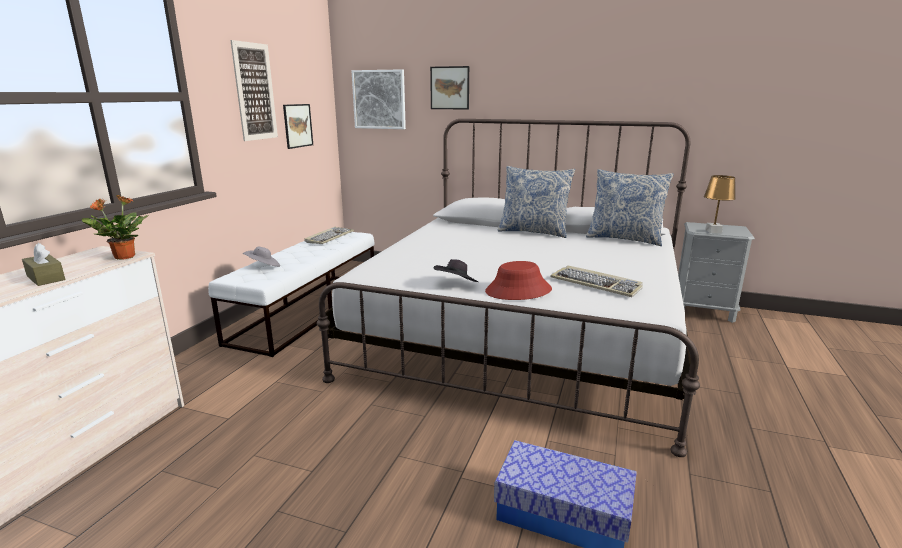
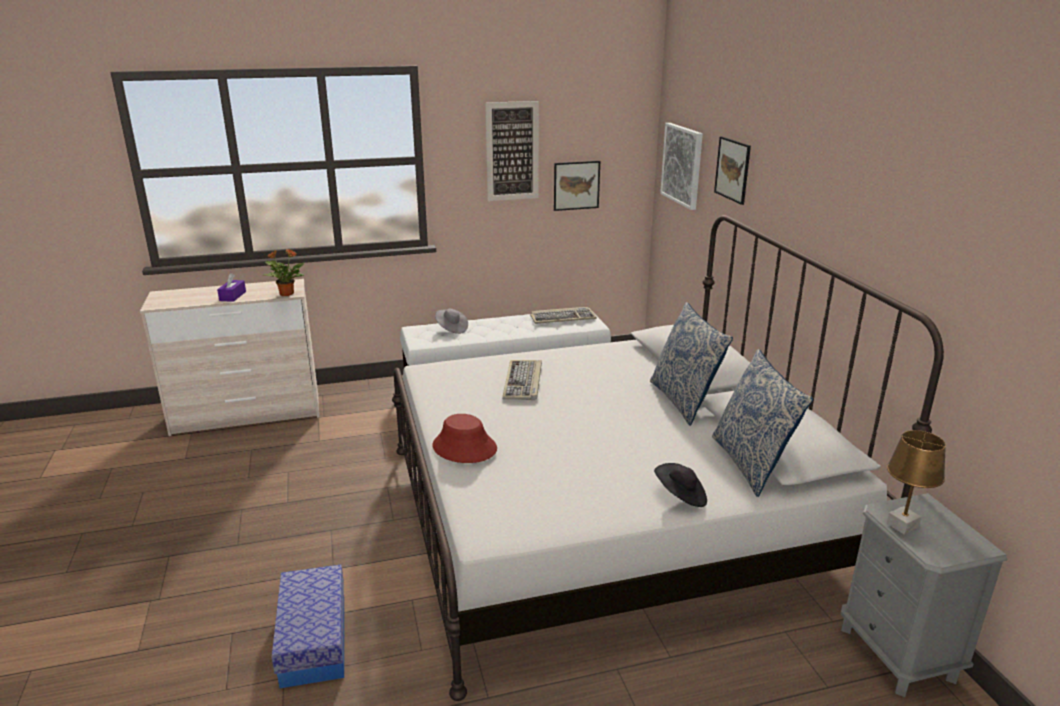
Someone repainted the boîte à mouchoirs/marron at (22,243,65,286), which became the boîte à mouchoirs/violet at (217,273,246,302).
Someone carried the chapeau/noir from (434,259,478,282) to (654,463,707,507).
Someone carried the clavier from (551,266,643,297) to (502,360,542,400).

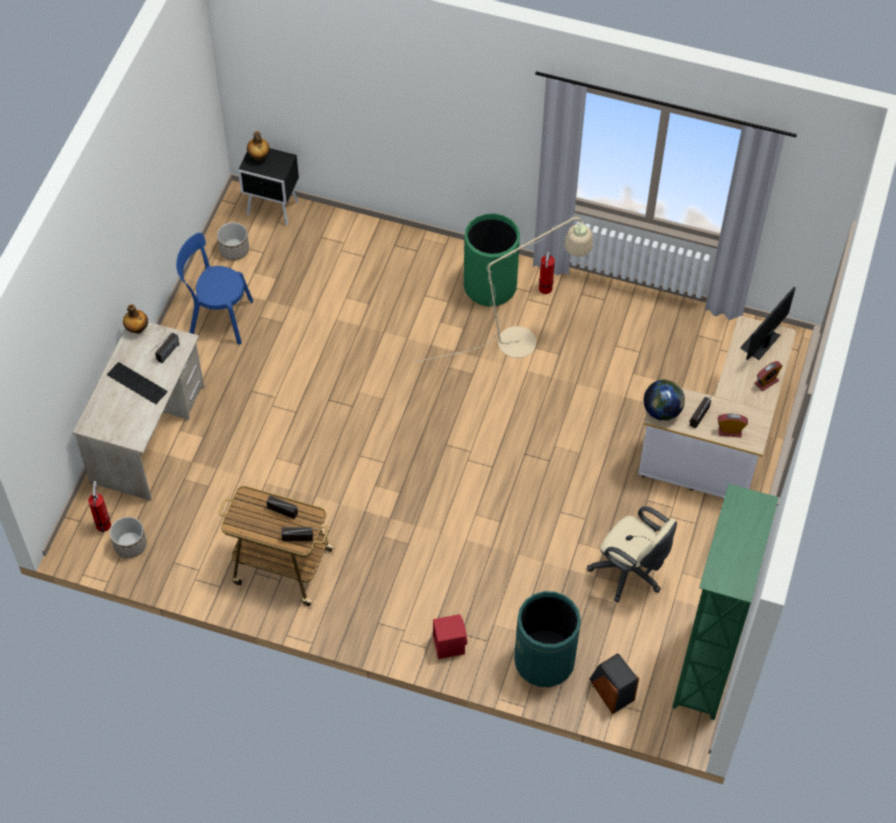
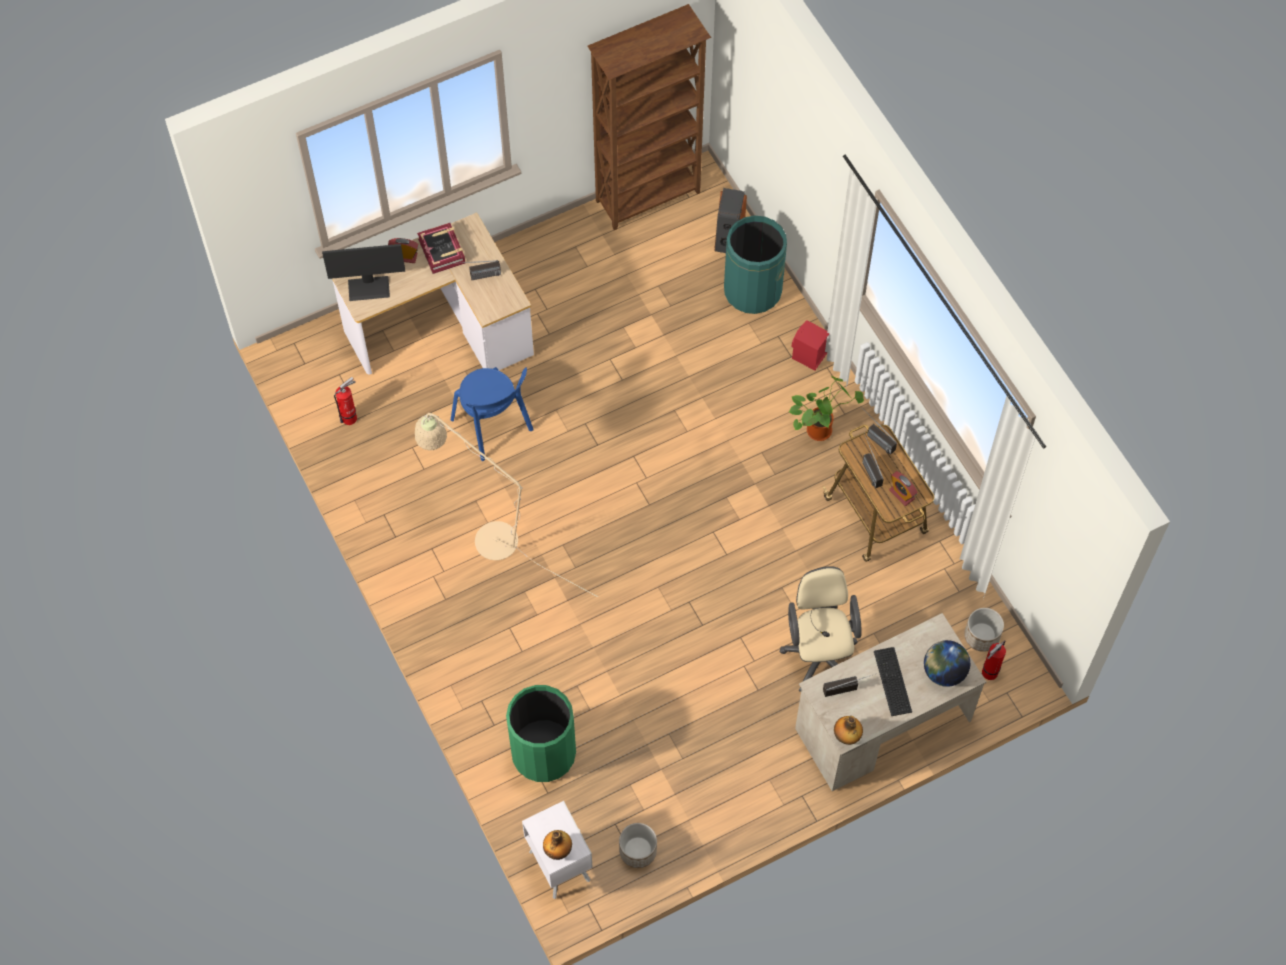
Someone carried the chaise/bleu from (176,233,253,345) to (451,367,534,461).
Someone repainted the table de chevet/noir at (238,148,299,225), which became the table de chevet/blanc at (522,801,593,899).
Someone carried the poubelle/vert from (464,213,520,306) to (506,685,576,782).
Someone carried the extincteur from (539,250,555,294) to (334,377,357,425).
Someone carried the chaise de bureau/beige from (587,506,677,602) to (780,566,862,692).
Someone carried the globe from (644,380,685,421) to (924,640,970,687).
Someone repainted the bibliothèque/vert at (672,484,779,720), which became the bibliothèque/marron at (587,4,711,230).
Someone carried the réveil from (718,414,748,437) to (889,471,918,506).
Someone put down the livre at (417,223,465,274).
Someone put down the plante en pot at (789,376,864,441).

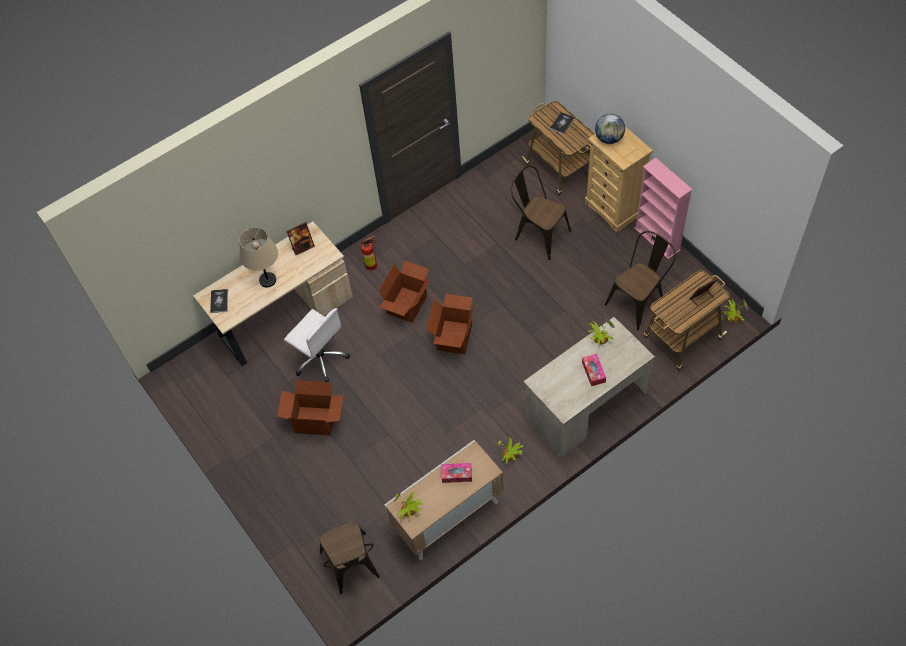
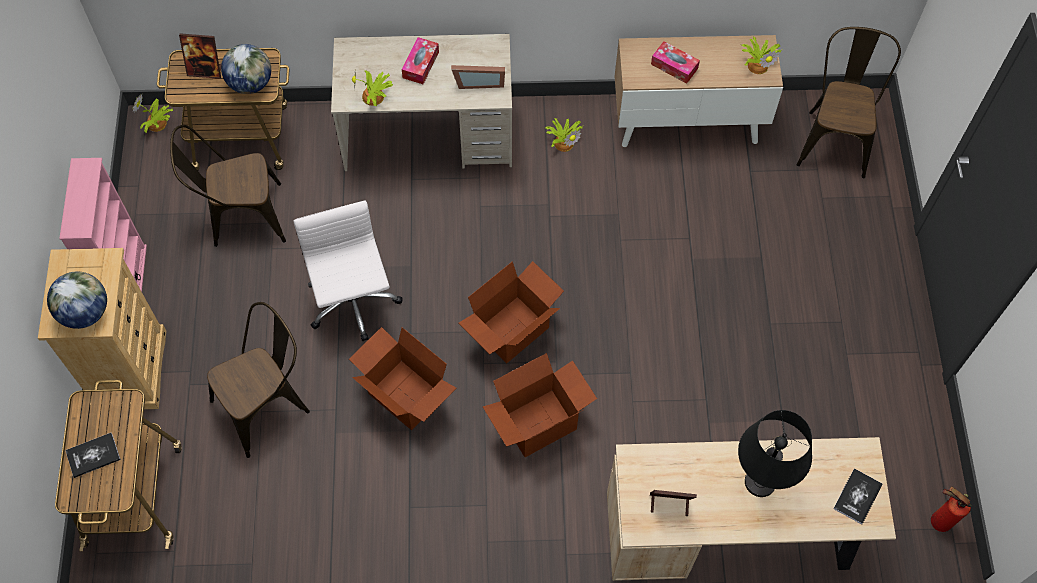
Someone repainted the lampe de table/beige at (239,228,278,287), which became the lampe de table/noir at (738,410,812,497).
Someone carried the carton from (277,380,344,436) to (349,327,456,430).
Someone carried the chaise de bureau/blanc from (284,308,350,382) to (294,201,403,341).
Someone carried the extincteur from (361,235,378,270) to (931,486,972,532).
Someone rotated the chaise/marron at (510,166,571,260) by 105 degrees counterclockwise.
Someone put down the globe at (221,44,271,94).
Someone put down the cadre photo at (451,65,505,89).

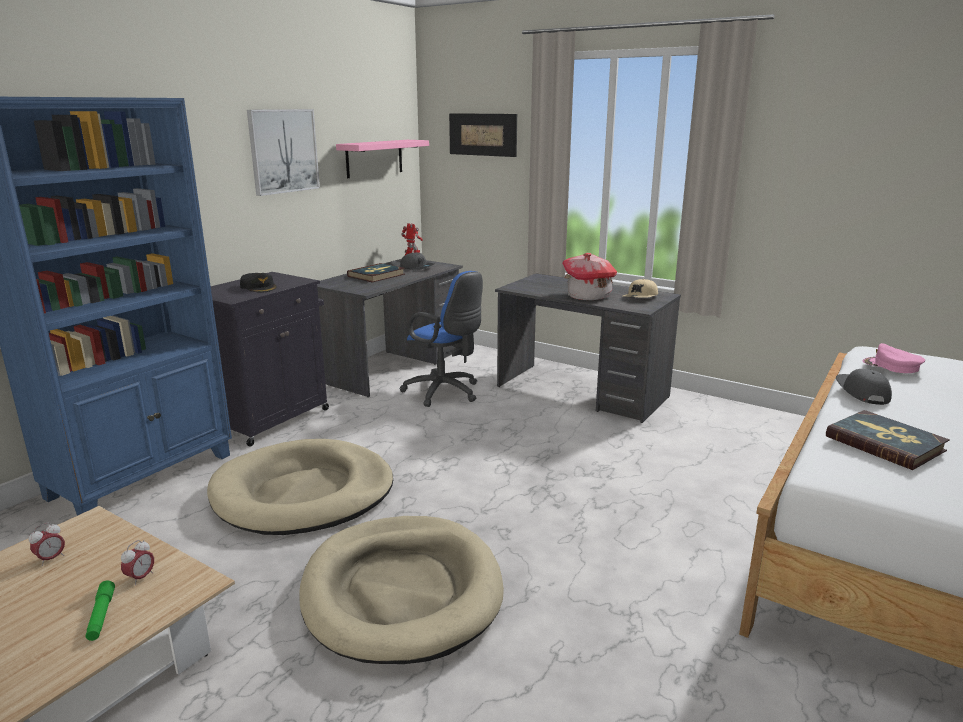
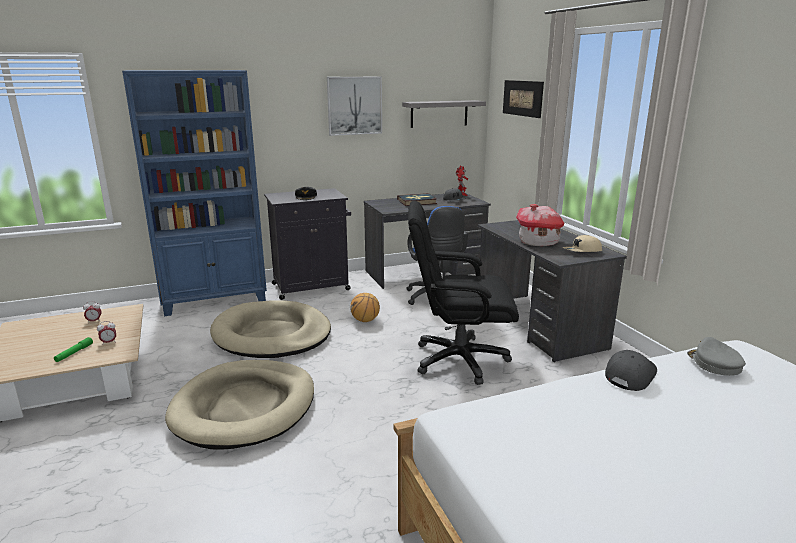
Someone repainted the étagère/rose at (336,140,429,178), which became the étagère/gris at (402,100,486,128).
Someone took away the livre at (826,410,950,470).
Someone repainted the casquette/rose at (862,343,925,373), which became the casquette/gris at (687,337,746,376).
Someone put down the ballon de basket at (350,293,380,322).
Someone put down the chaise de bureau/noir at (408,200,519,385).

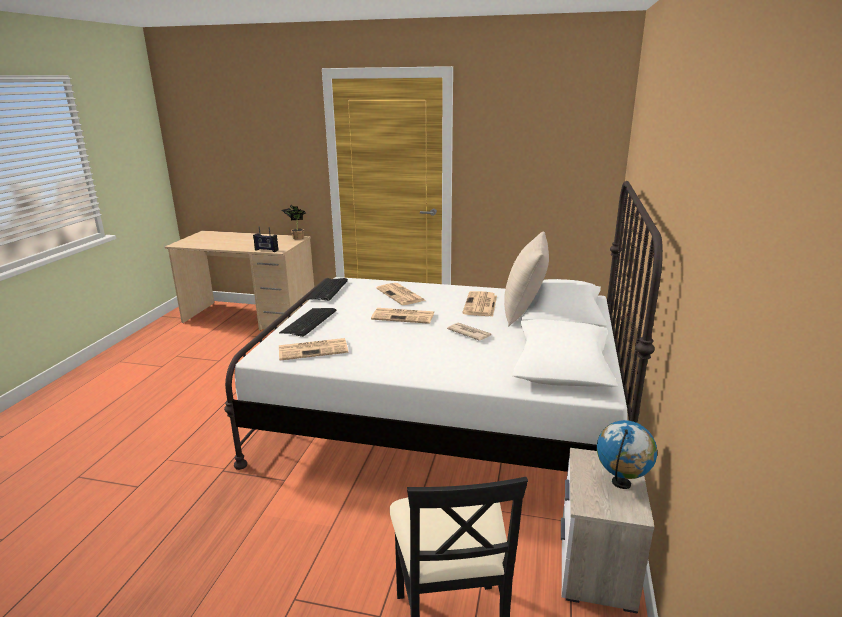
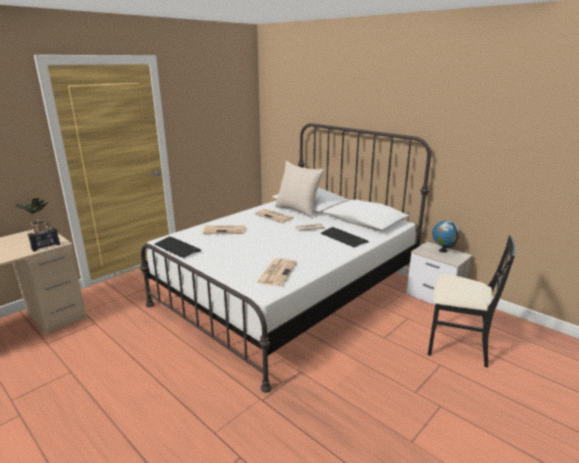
Someone carried the clavier from (279,308,336,337) to (320,227,369,248).
Someone took away the journal at (371,308,434,324).

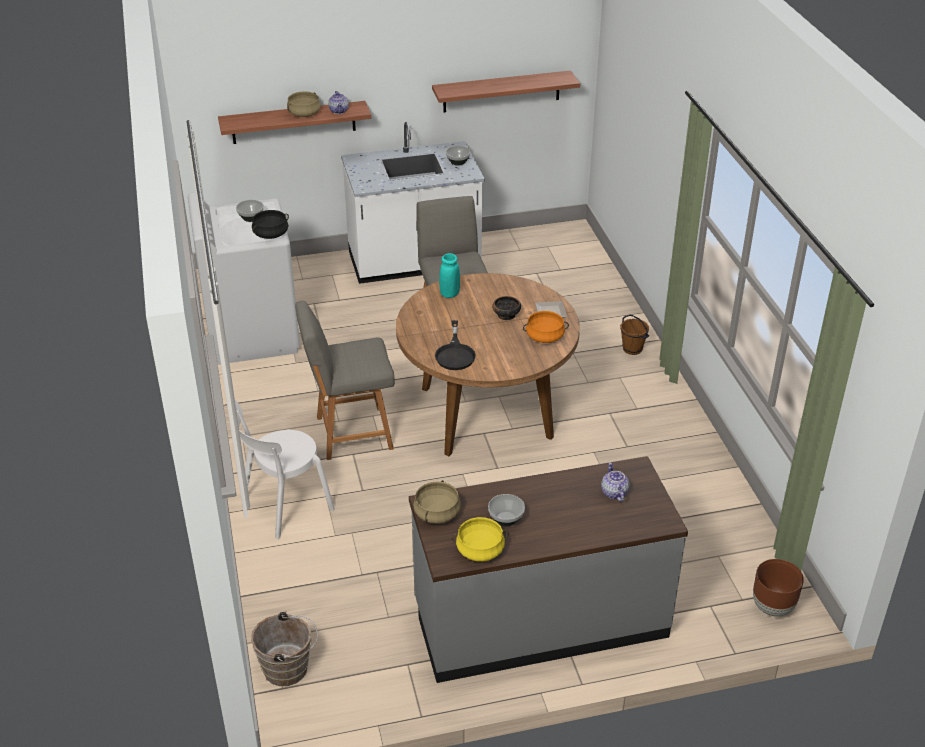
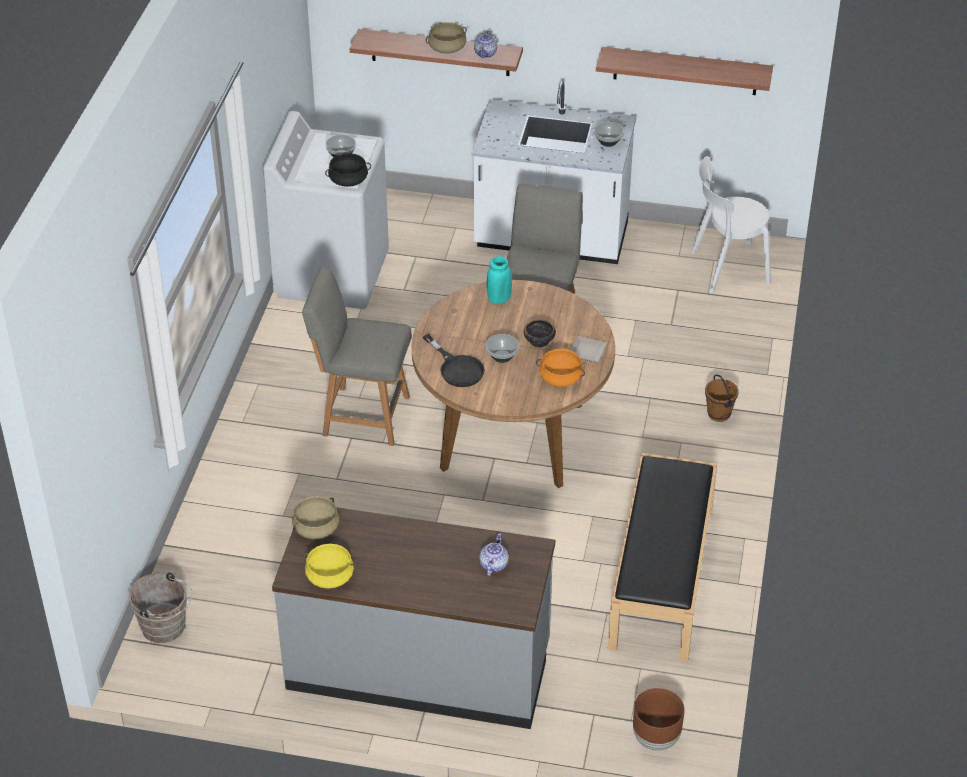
Someone carried the chaise/blanc from (235,400,335,539) to (691,156,771,293).
Someone rotated the poêle/noir at (435,320,476,370) by 60 degrees counterclockwise.
Someone carried the bol from (488,494,525,526) to (486,334,519,363).
Someone put down the banc/noir at (608,453,717,662).

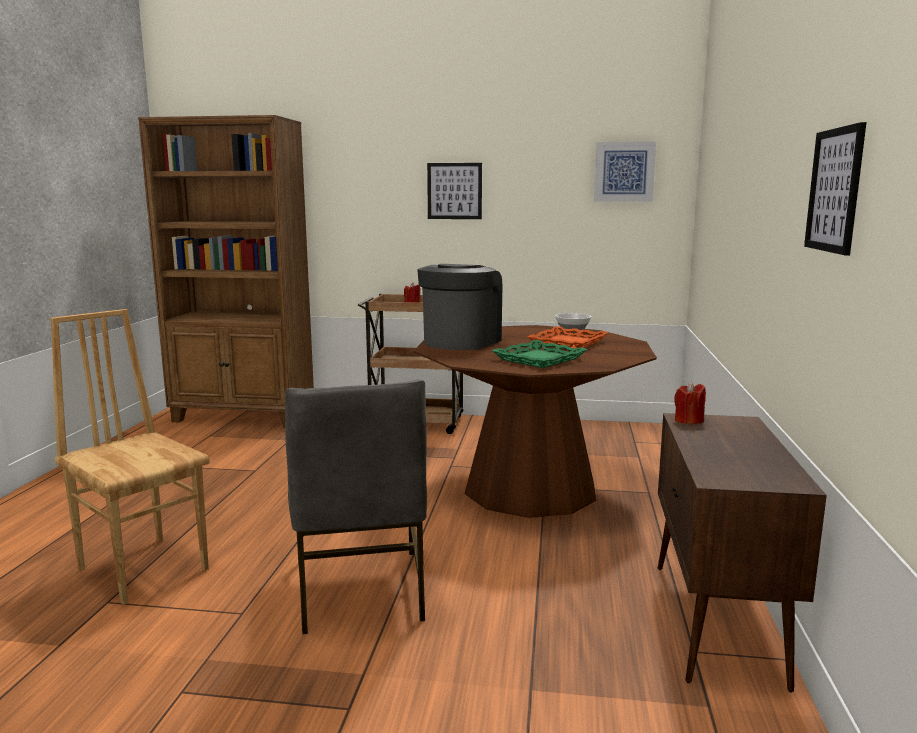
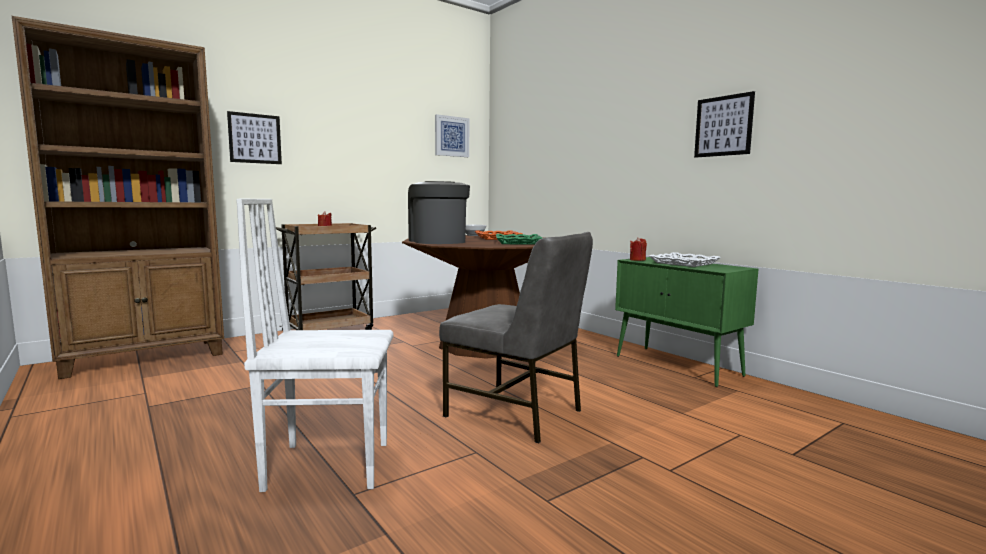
Someone repainted the chaise/marron at (51,309,210,605), which became the chaise/blanc at (236,199,393,492).
Someone carried the tableau from (427,163,482,219) to (227,111,282,164).
Someone repainted the meuble de rangement/marron at (658,413,827,693), which became the meuble de rangement/vert at (615,257,759,387).
Someone put down the plateau/blanc at (649,252,721,267).

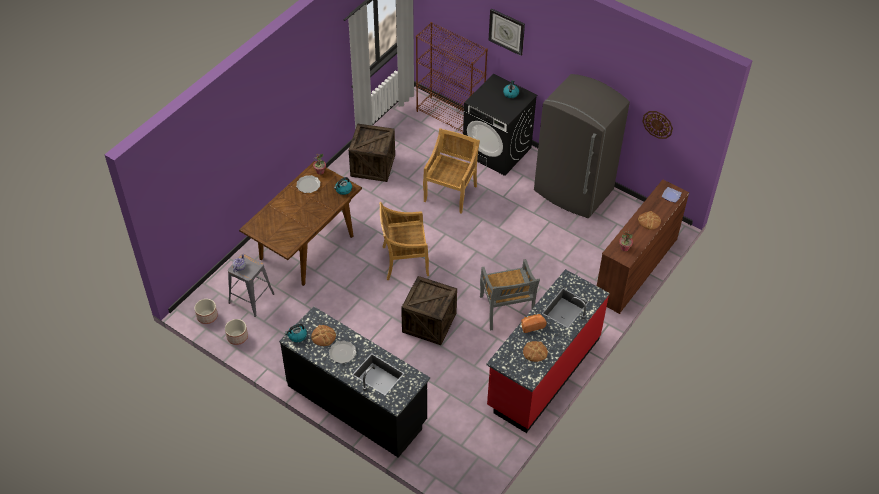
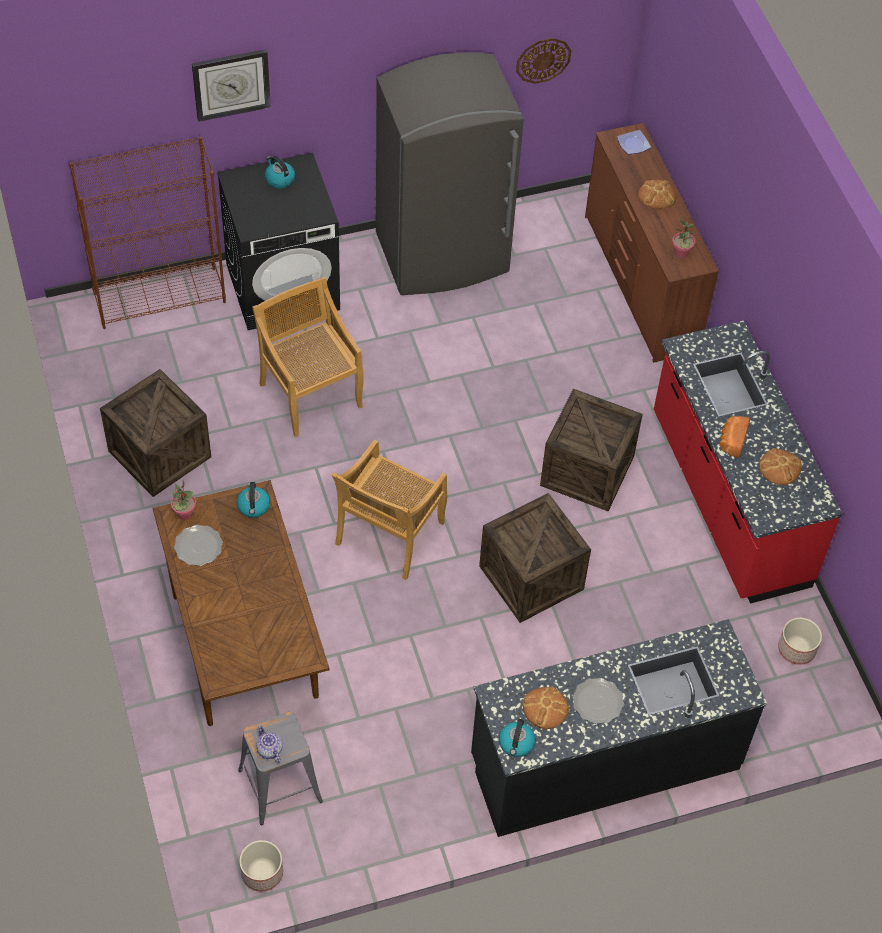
Someone carried the cache-pot from (225,319,248,345) to (778,618,822,665).
Someone swapped the chaise/gris at (480,259,540,330) for the caisse at (540,389,643,511).

